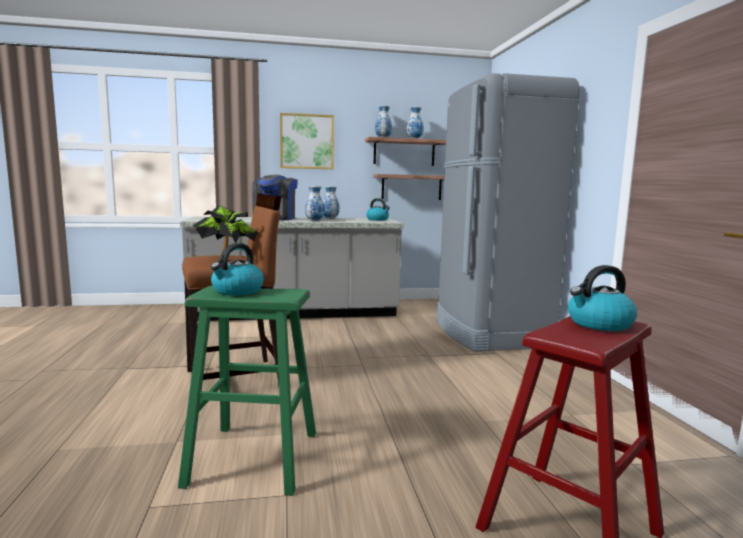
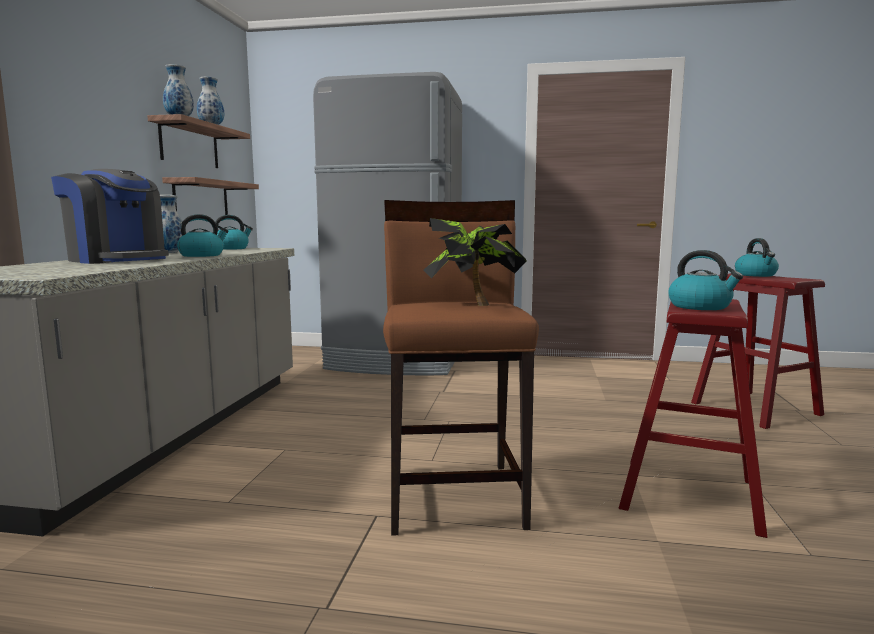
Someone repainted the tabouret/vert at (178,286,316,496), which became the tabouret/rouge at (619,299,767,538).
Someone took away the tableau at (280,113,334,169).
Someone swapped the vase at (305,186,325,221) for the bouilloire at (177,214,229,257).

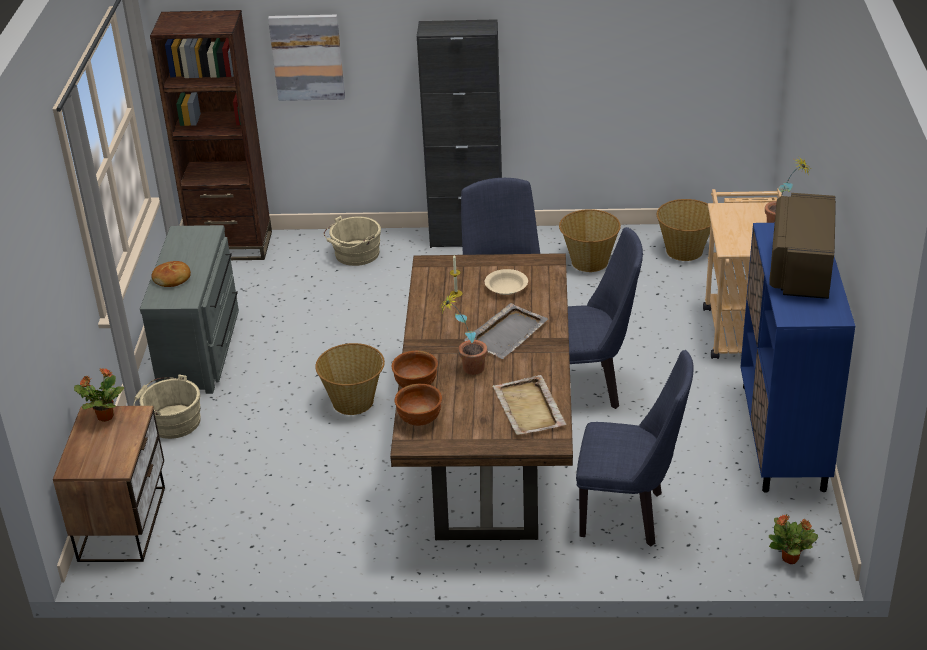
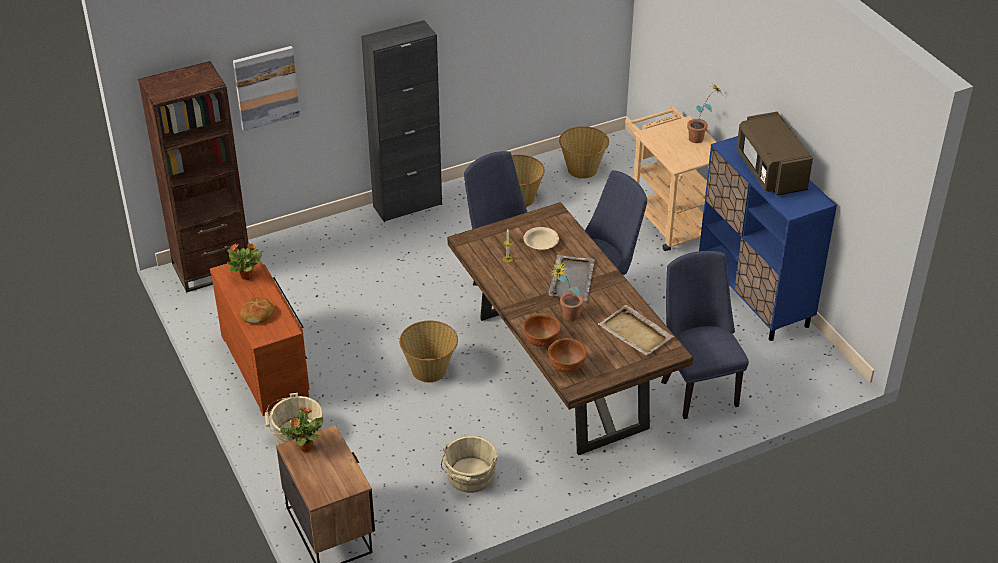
Someone repainted the commode/gris at (140,225,239,394), which became the commode/marron at (210,260,309,416).
Someone carried the seau/beige from (324,216,381,266) to (441,436,498,493).
Someone rotated the chaise/bleu at (576,350,694,547) by 90 degrees counterclockwise.
Someone carried the plante en pot from (769,514,818,564) to (227,243,262,280).

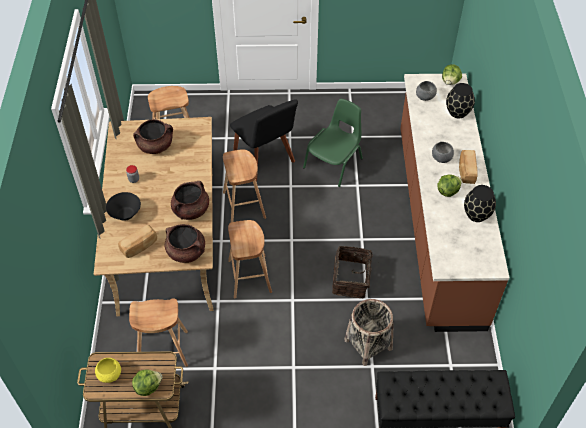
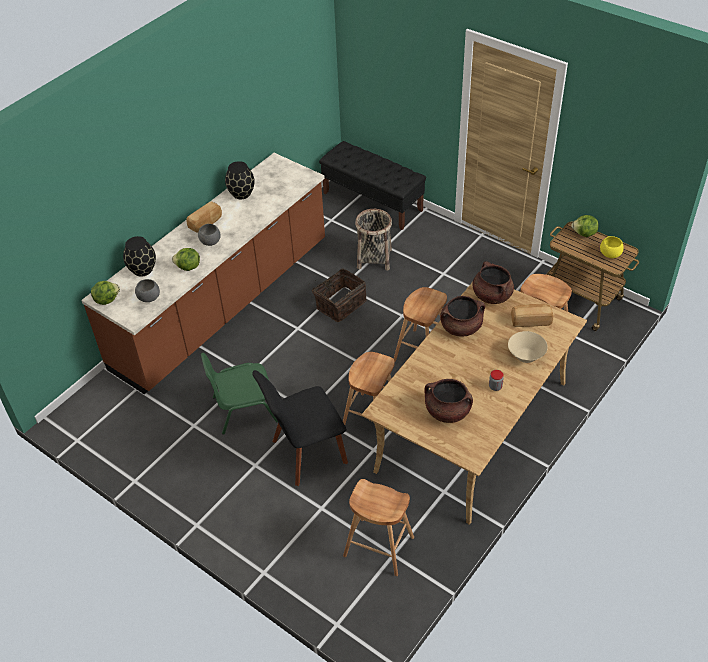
Someone repainted the bol/noir at (106,192,141,221), which became the bol/beige at (508,331,548,363).
Someone rotated the chaise/noir at (230,99,298,182) by 120 degrees counterclockwise.
Someone carried the laitue from (437,174,462,197) to (172,248,200,271).

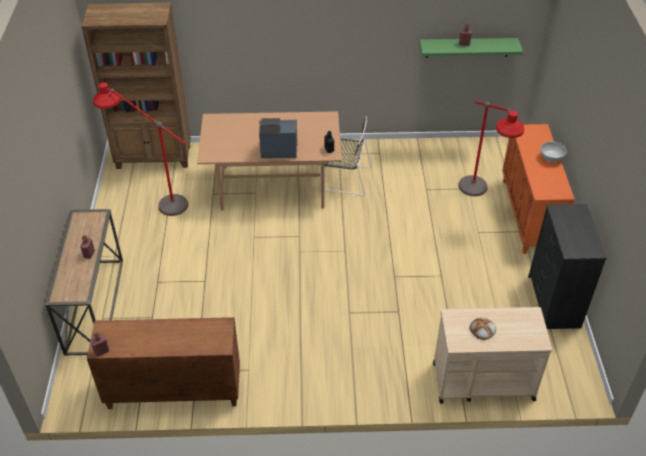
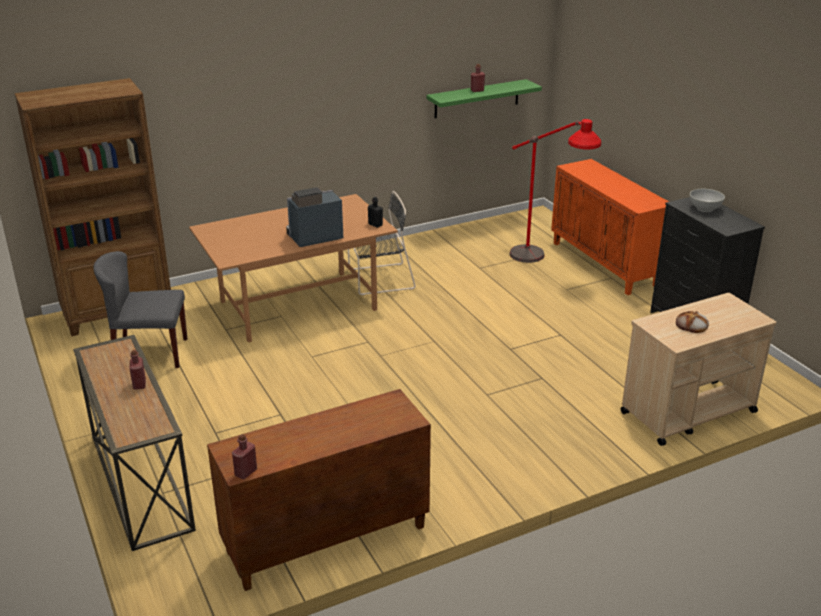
Someone swapped the lampadaire/rouge at (93,82,188,216) for the chaise/gris at (93,251,188,368).
Someone carried the bol/blanc from (540,142,567,162) to (690,189,725,212).

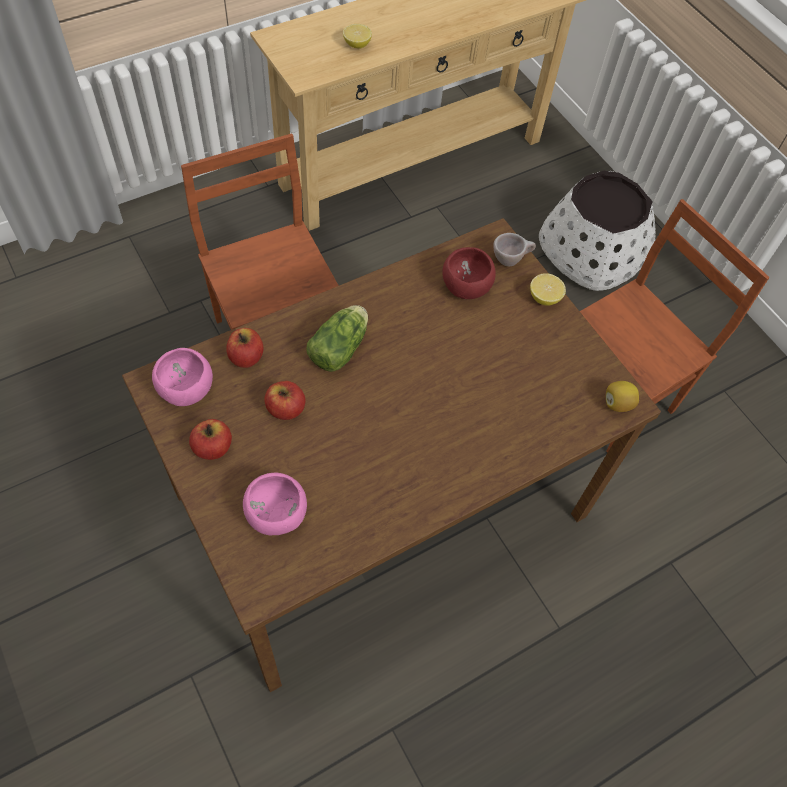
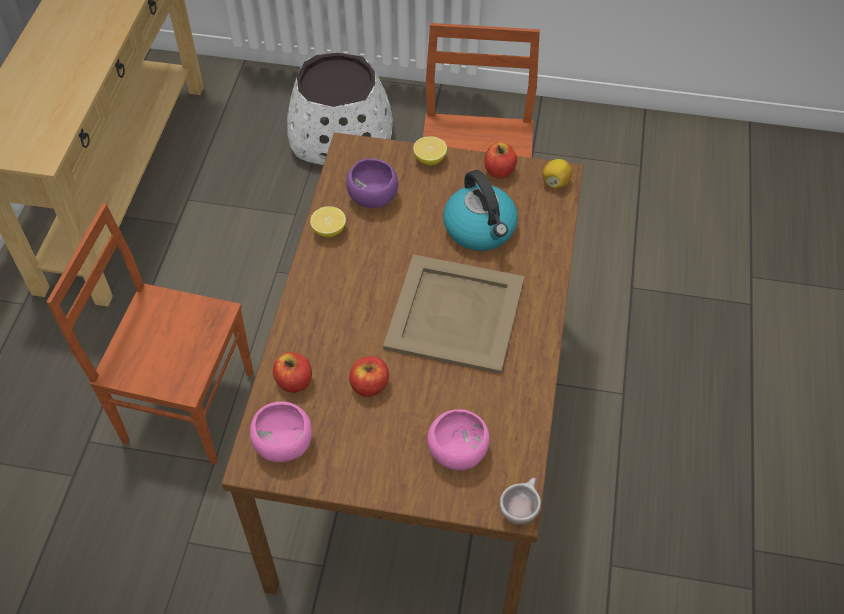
Someone carried the pomme from (189,419,232,460) to (484,142,517,178).
Someone took away the laitue at (306,305,368,372).
Someone carried the citron from (343,24,372,49) to (310,206,346,237).
Someone repainted the bol/rouge at (442,247,496,299), which became the bol/violet at (346,158,398,208).
Someone carried the tasse/beige from (493,233,536,266) to (499,478,541,524).
Someone put down the plateau/beige at (383,254,525,374).
Someone put down the bouilloire at (443,170,518,251).

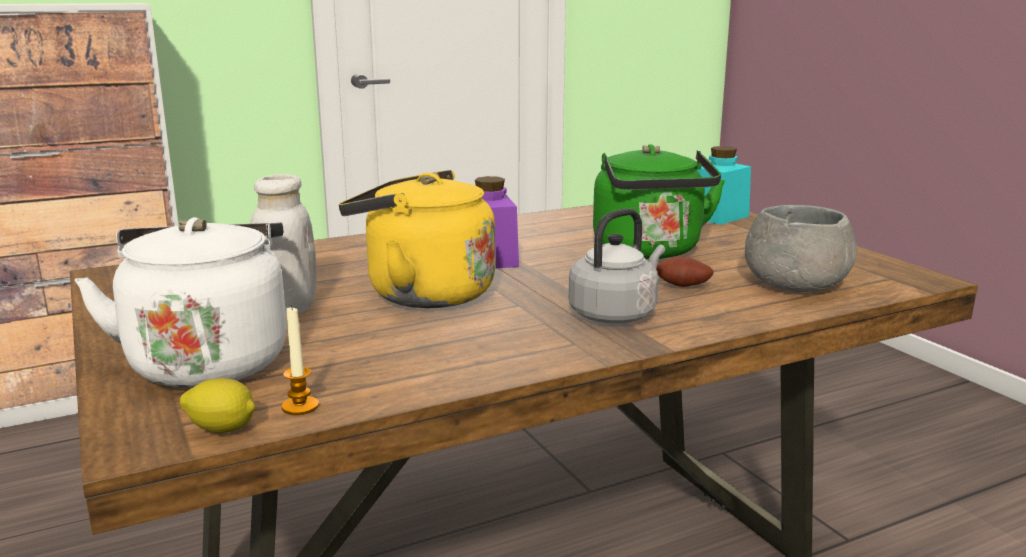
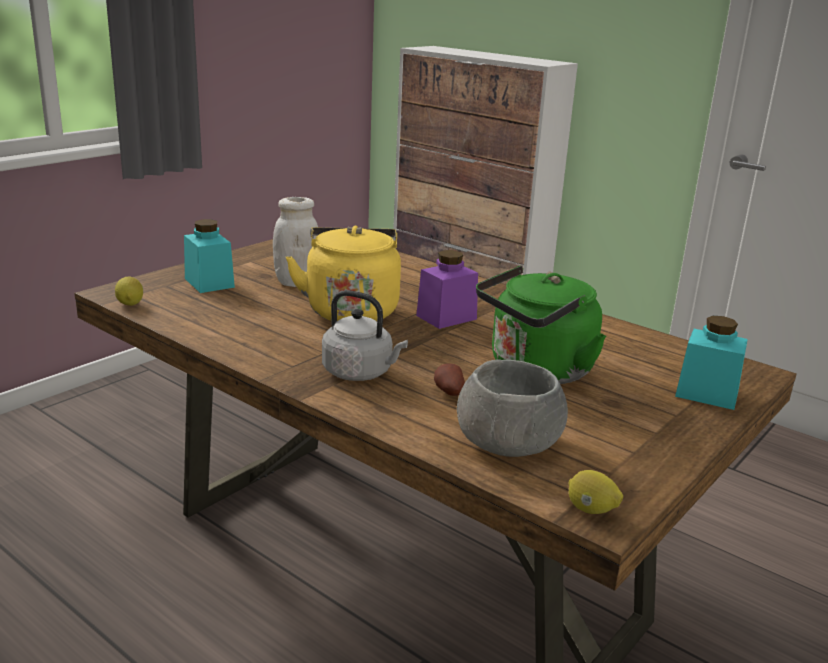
Someone swapped the bouilloire/blanc at (75,217,287,388) for the bocal/turquoise at (184,219,235,293).
Someone took away the bougie at (281,305,319,415).
Someone put down the citron at (568,470,623,514).

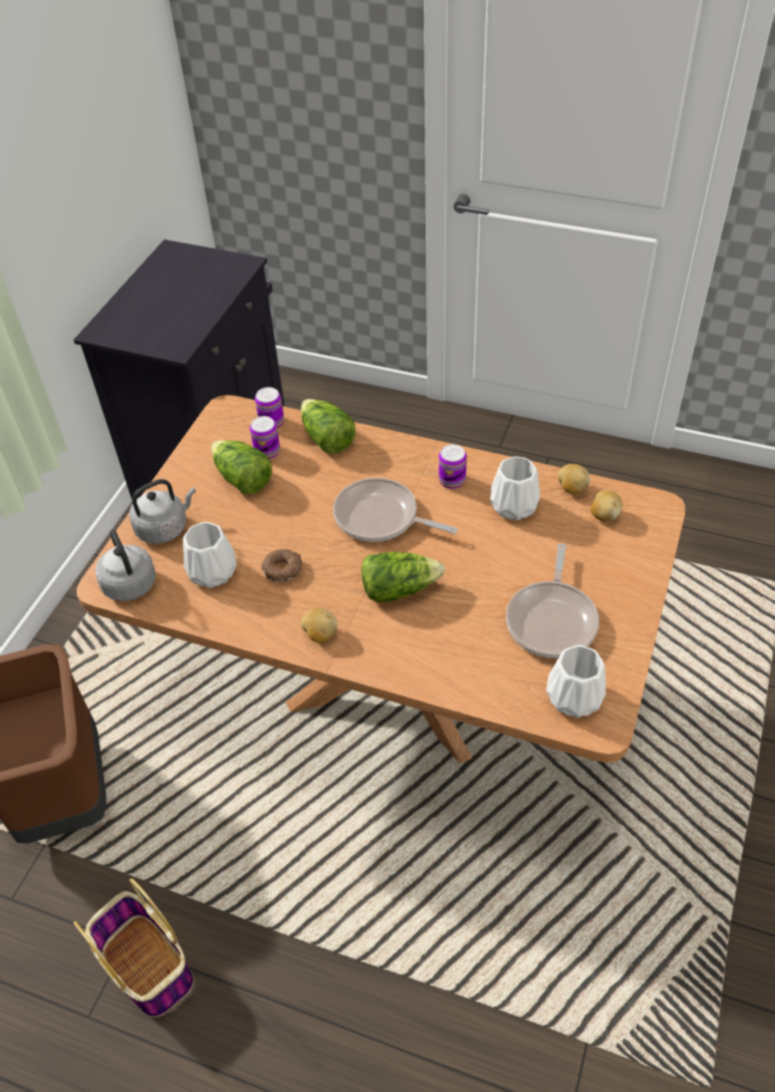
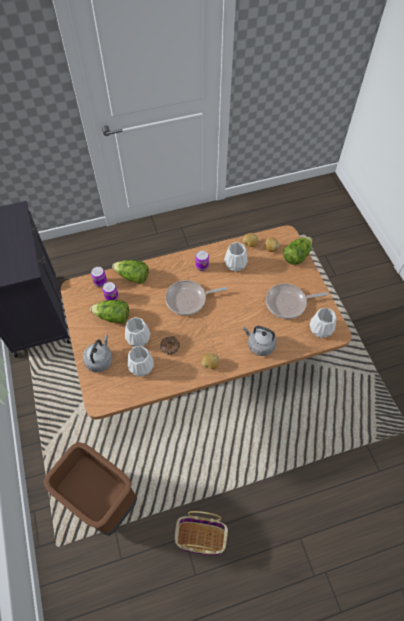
Someone carried the bouilloire/gris from (95,529,156,601) to (243,326,277,356).
Someone carried the laitue from (361,552,445,602) to (283,237,312,265).
Someone rotated the poêle at (506,544,599,658) by 105 degrees clockwise.
Someone put down the vase/blanc at (125,317,151,347).

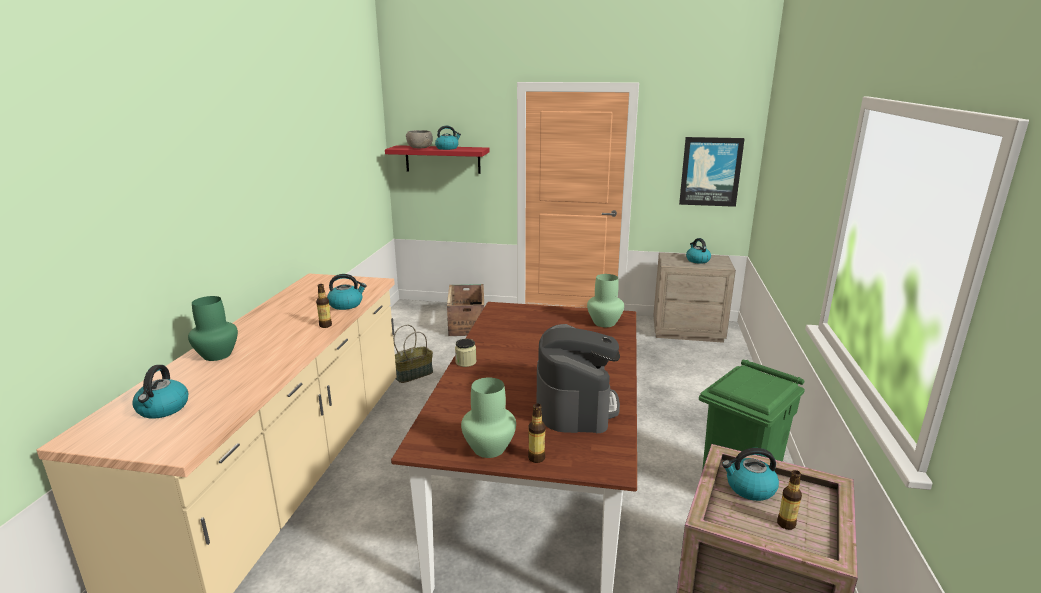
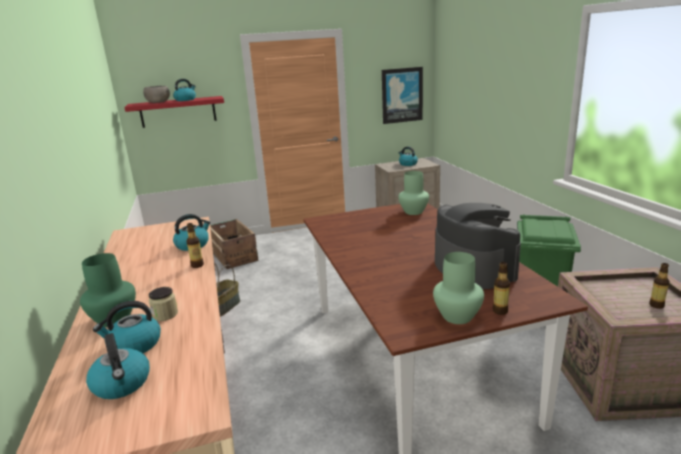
Someone carried the bocal from (455,339,476,367) to (149,287,178,321).
Someone carried the bouilloire from (722,448,779,501) to (93,301,161,353).

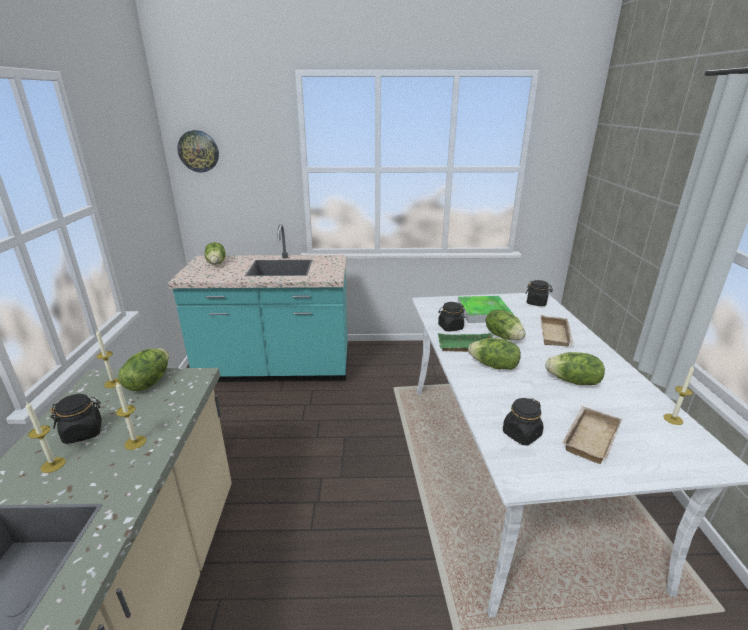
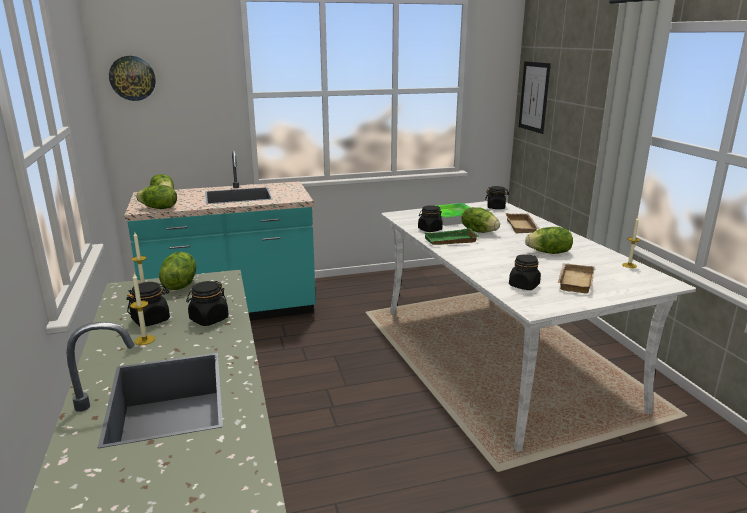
Someone swapped the bougie at (116,382,146,450) for the bocal/noir at (186,281,229,326).
Someone carried the laitue from (468,338,521,370) to (136,185,177,209).
Someone put up the tableau at (519,61,551,134).

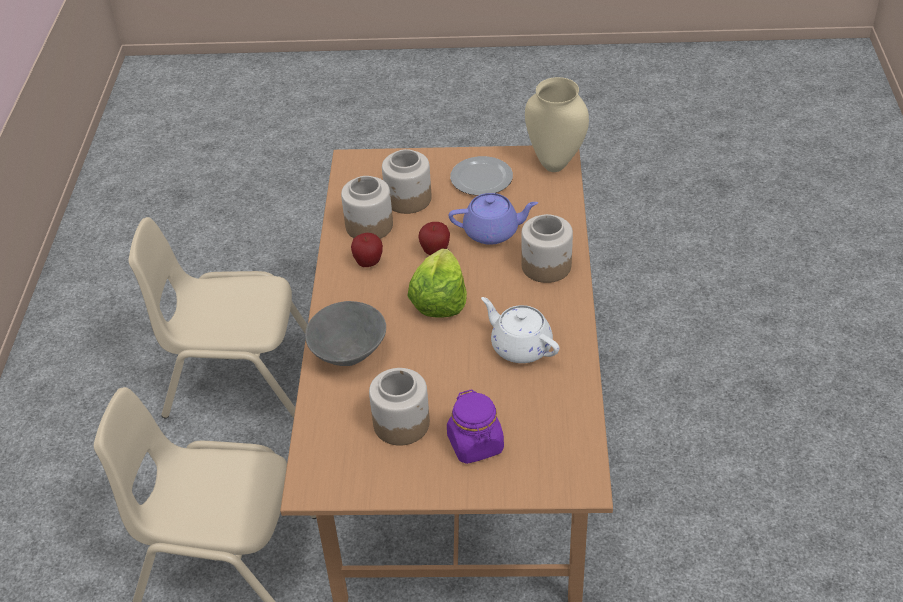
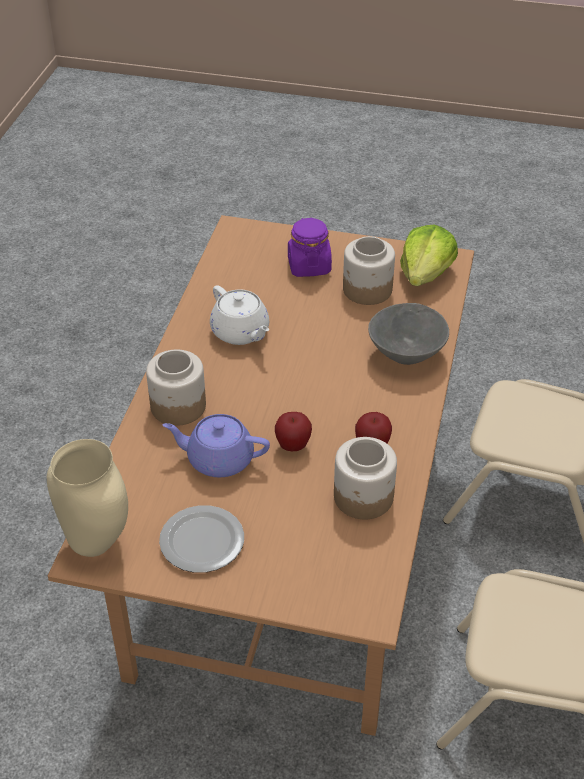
Someone took away the bocal at (382,149,432,214).
Someone carried the laitue from (407,249,467,317) to (400,225,458,286).

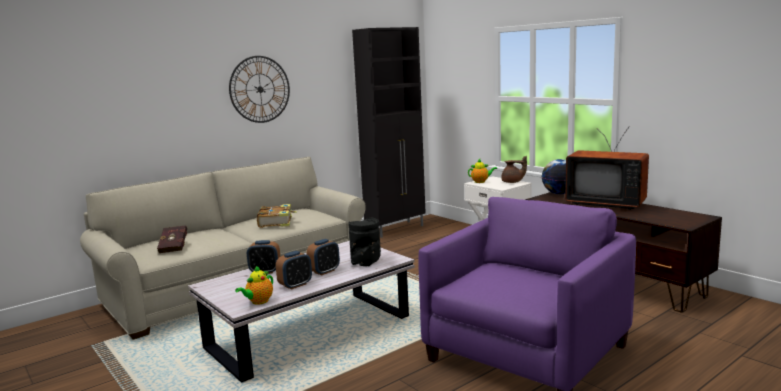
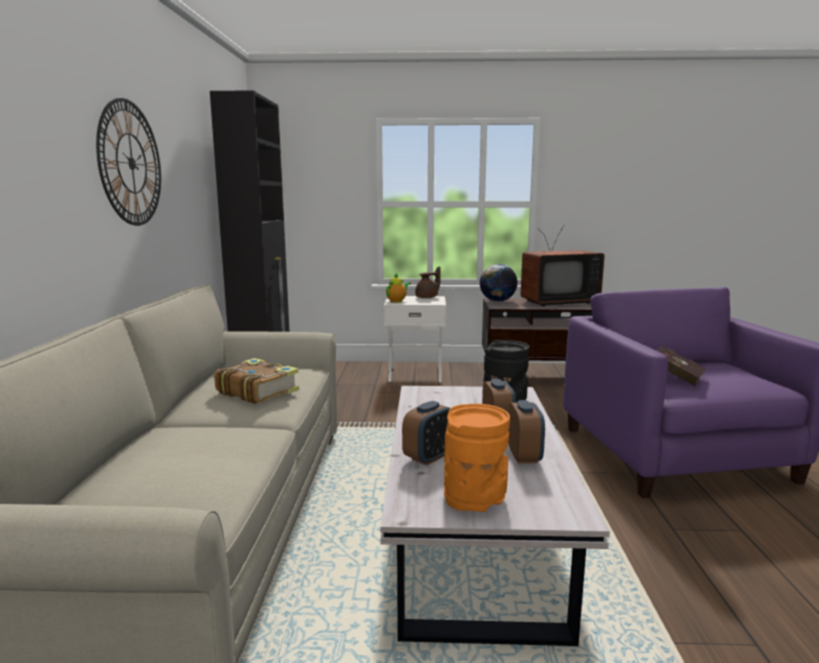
Someone carried the livre/rouge from (157,225,187,253) to (656,345,706,386).
Someone took away the théière at (235,266,273,305).
Someone put down the vase/orange at (444,404,510,512).

